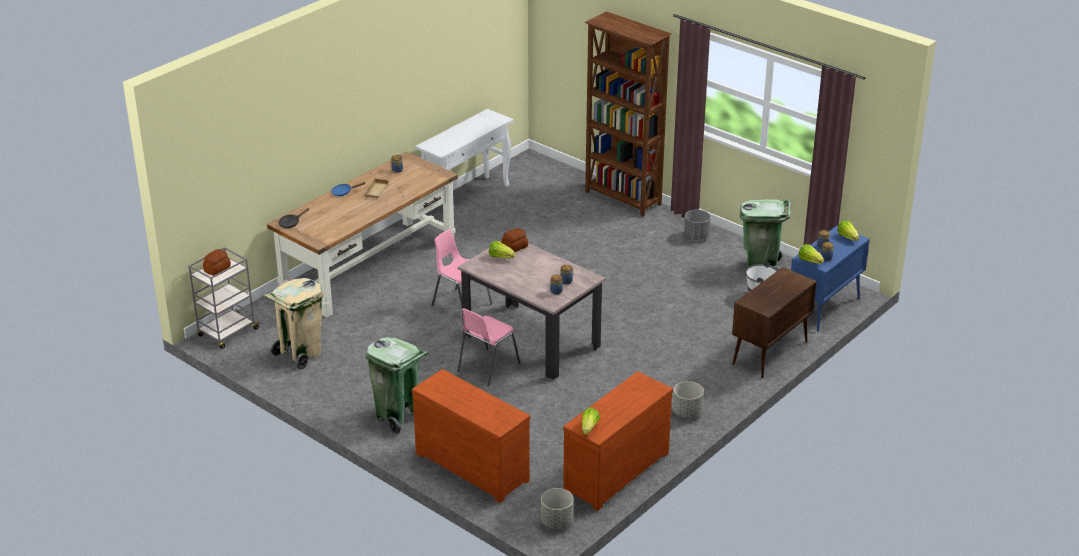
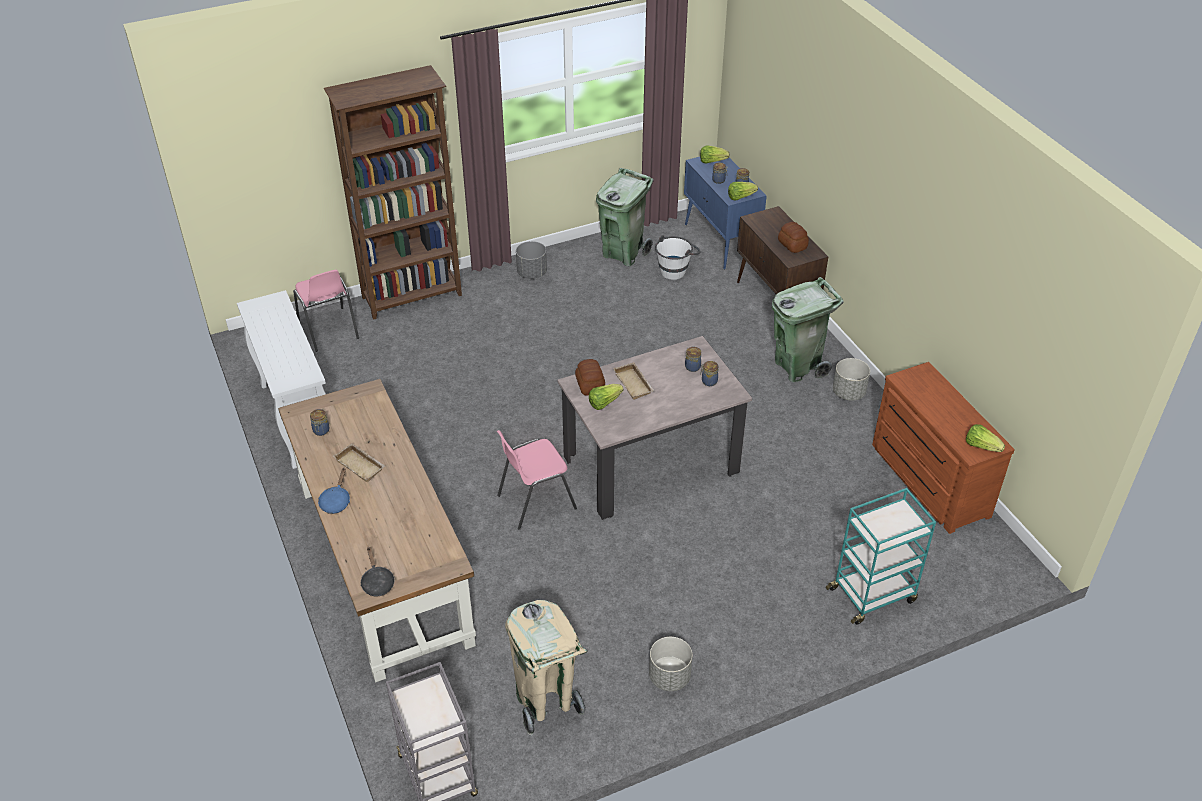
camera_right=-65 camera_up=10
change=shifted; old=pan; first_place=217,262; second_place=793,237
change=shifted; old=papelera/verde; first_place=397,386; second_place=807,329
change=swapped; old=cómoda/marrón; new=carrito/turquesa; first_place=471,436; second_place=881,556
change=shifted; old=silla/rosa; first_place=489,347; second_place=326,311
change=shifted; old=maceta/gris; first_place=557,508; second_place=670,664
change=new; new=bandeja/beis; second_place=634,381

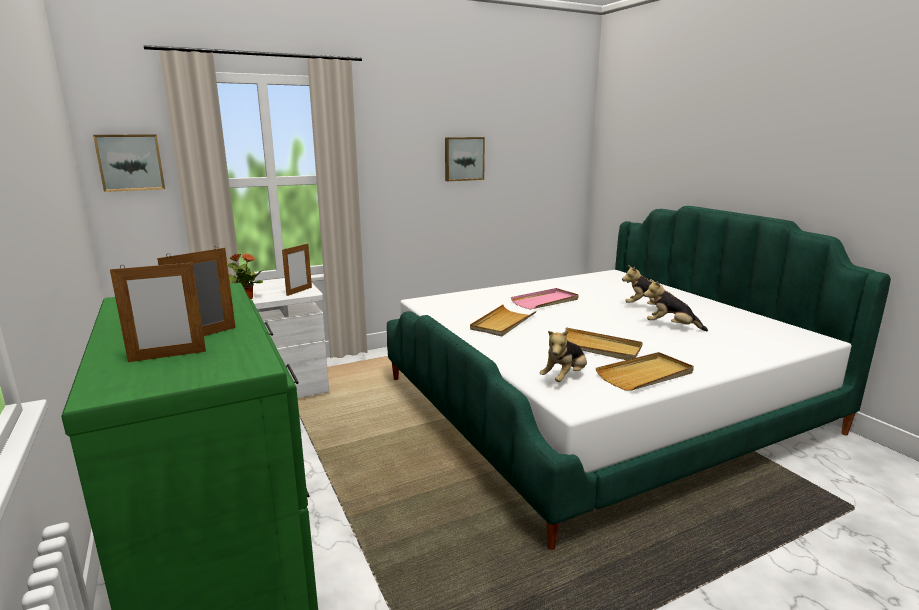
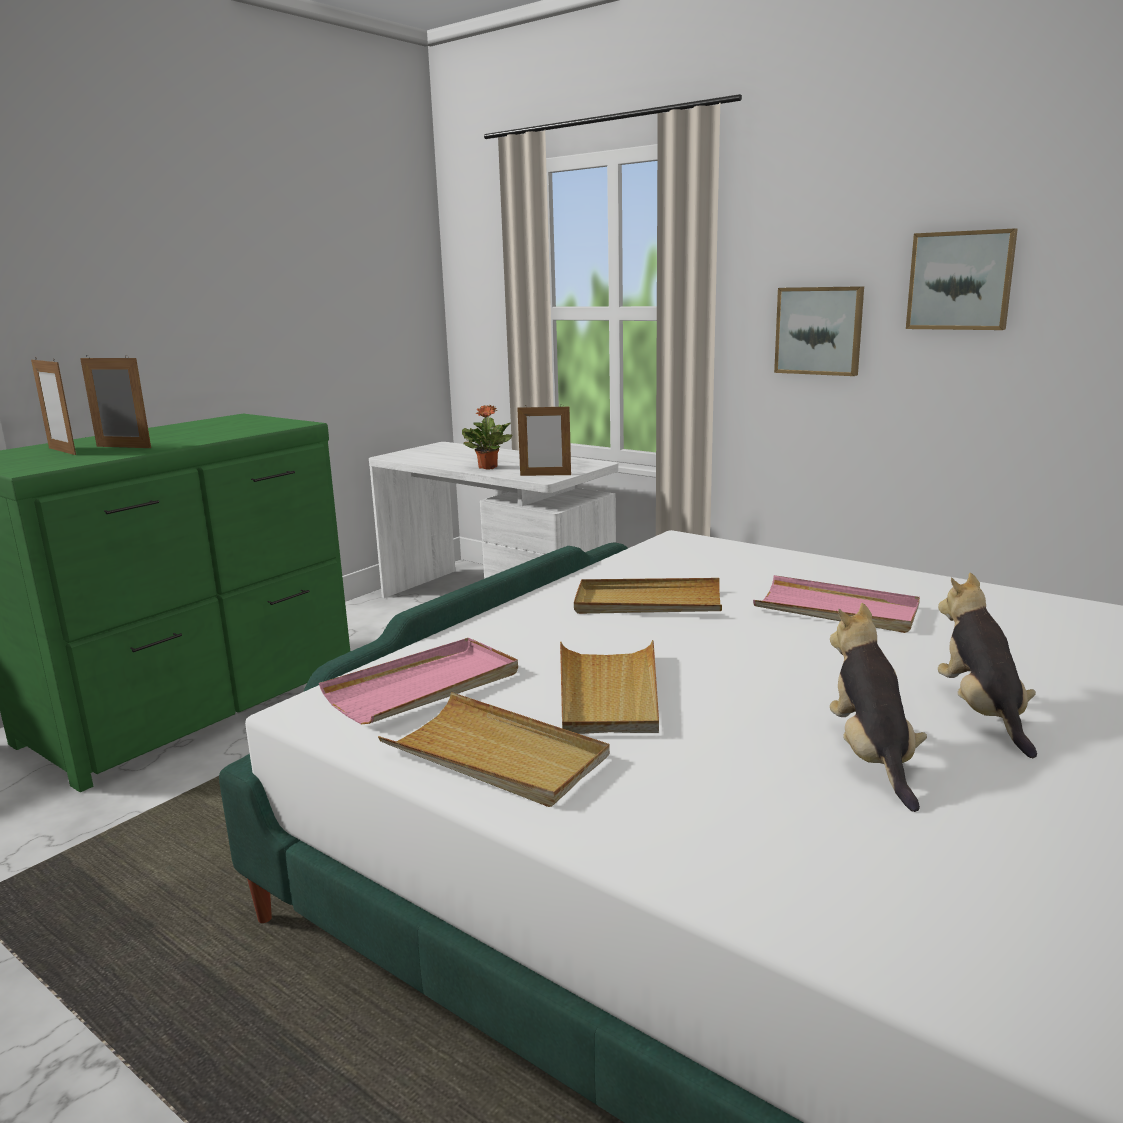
camera_right=65 camera_up=0
change=shifted; old=cuadro; first_place=129,163; second_place=819,331
change=swapped; old=peluche; new=bandeja/rosa; first_place=563,356; second_place=418,681

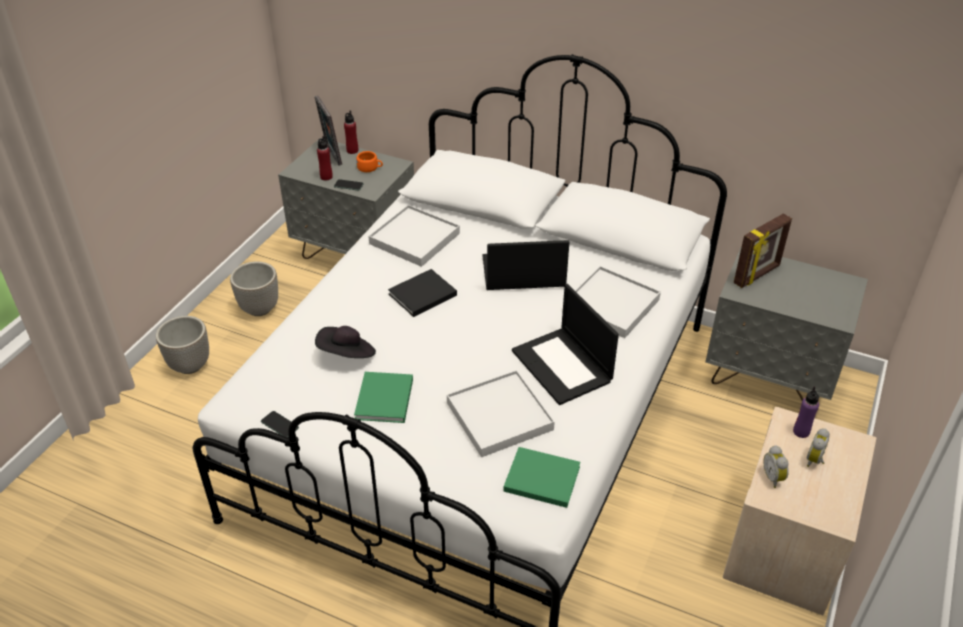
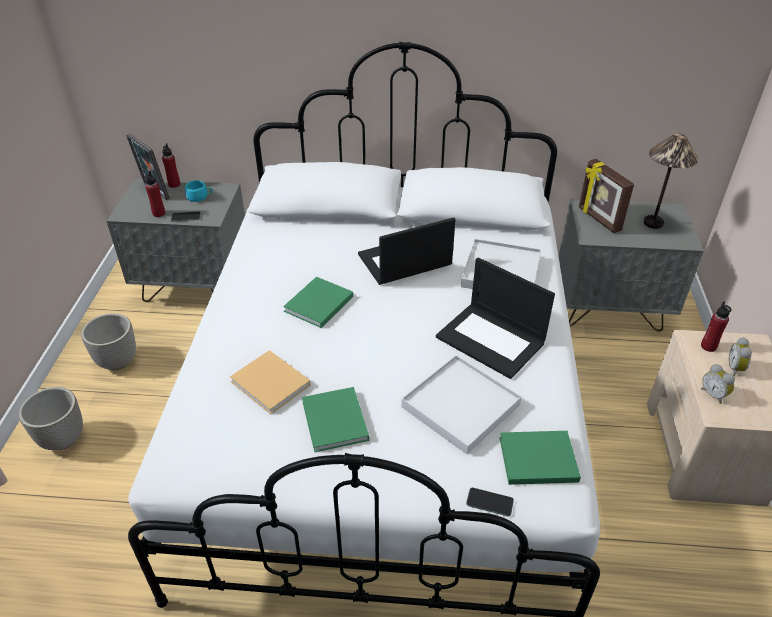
camera_right=-20 camera_up=0
change=shifted; old=móvil; first_place=280,424; second_place=490,502
change=swapped; old=sombrero/negro; new=libro/beis; first_place=345,342; second_place=270,382
change=repainted; old=taza/naranja; new=taza/turquesa; first_place=369,161; second_place=199,191
change=gone; old=bandeja/blanco; first_place=414,236
change=repainted; old=libro/negro; new=libro/verde; first_place=422,293; second_place=318,302
change=rotated; old=portarretratos; first_place=763,250; second_place=606,196; degrees=120
change=repainted; old=botella/morado; new=botella/rojo; first_place=806,412; second_place=716,327
change=new; new=lámpara de mesa; second_place=671,181

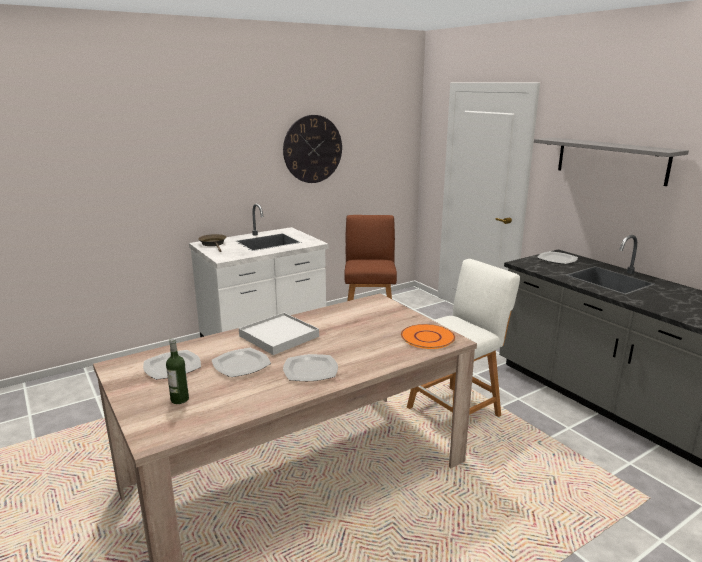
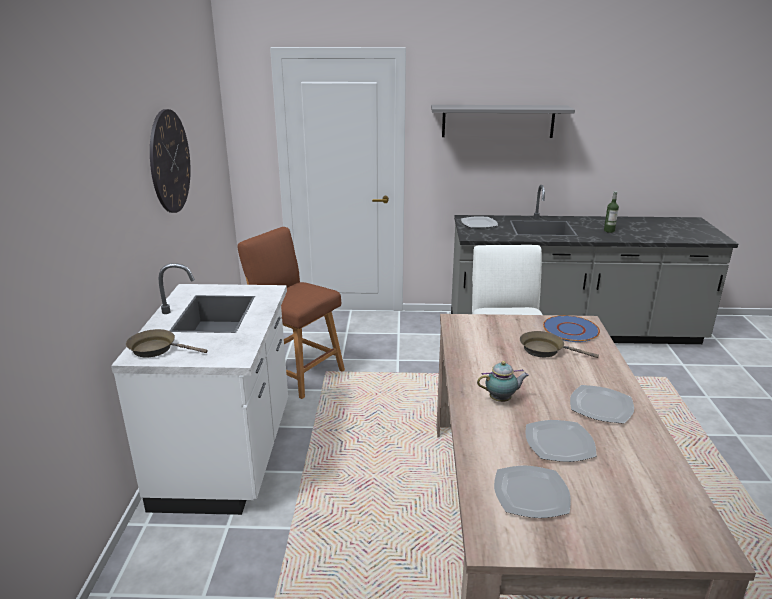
camera_right=-55 camera_up=5
change=shifted; old=botella; first_place=177,371; second_place=611,212
change=swapped; old=bandeja/blanco; new=tetera; first_place=279,334; second_place=503,381
change=repainted; old=plato/naranja; new=plato/azul; first_place=428,336; second_place=571,328
change=new; new=sartén/marrón; second_place=559,344

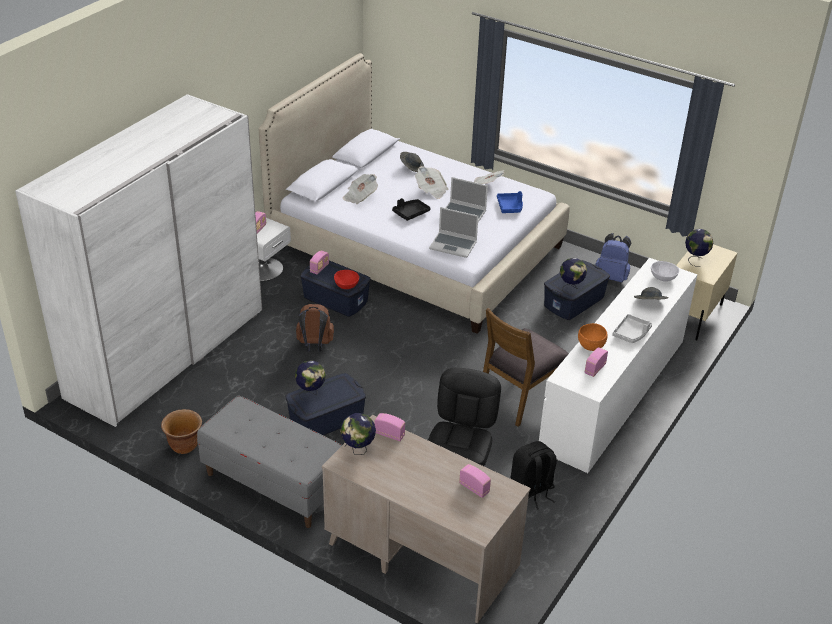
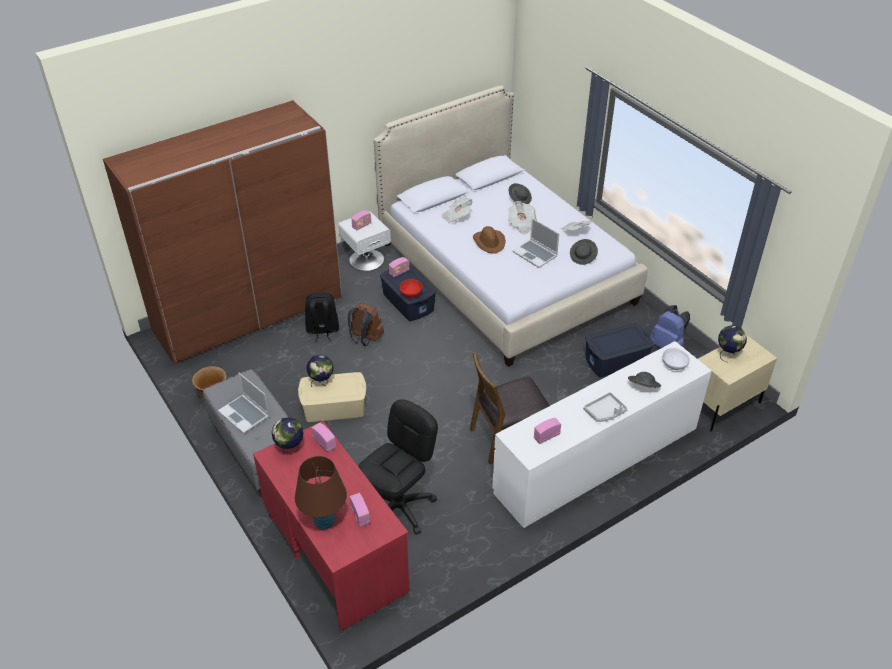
camera_right=25 camera_up=5
change=repainted; old=armario ropero/blanco; new=armario ropero/marrón; first_place=138,260; second_place=222,232
change=repainted; old=caja de almacenaje/azul; new=caja de almacenaje/beis; first_place=326,404; second_place=332,397
change=repainted; old=escritorio/beis; new=escritorio/rojo; first_place=426,519; second_place=331,526
change=swapped; old=bandeja/negro; new=sombrero/marrón; first_place=411,209; second_place=489,240
change=shifted; old=portátil; first_place=454,232; second_place=243,403
change=swapped; old=bandeja/azul; new=sombrero/gris; first_place=510,202; second_place=584,252
change=shifted; old=mochila/negro; first_place=533,475; second_place=322,317
change=gone; old=globo terráqueo; first_place=573,276
change=gone; old=cuenco/naranja; first_place=593,337
change=new; new=lámpara de mesa/marrón; second_place=321,492

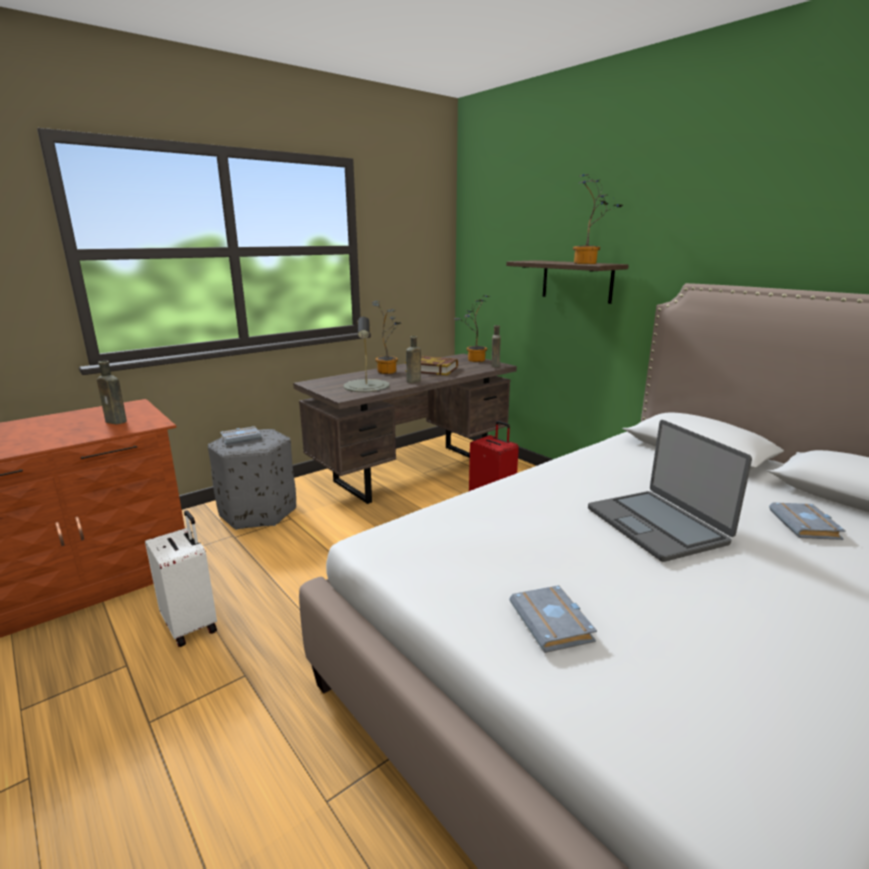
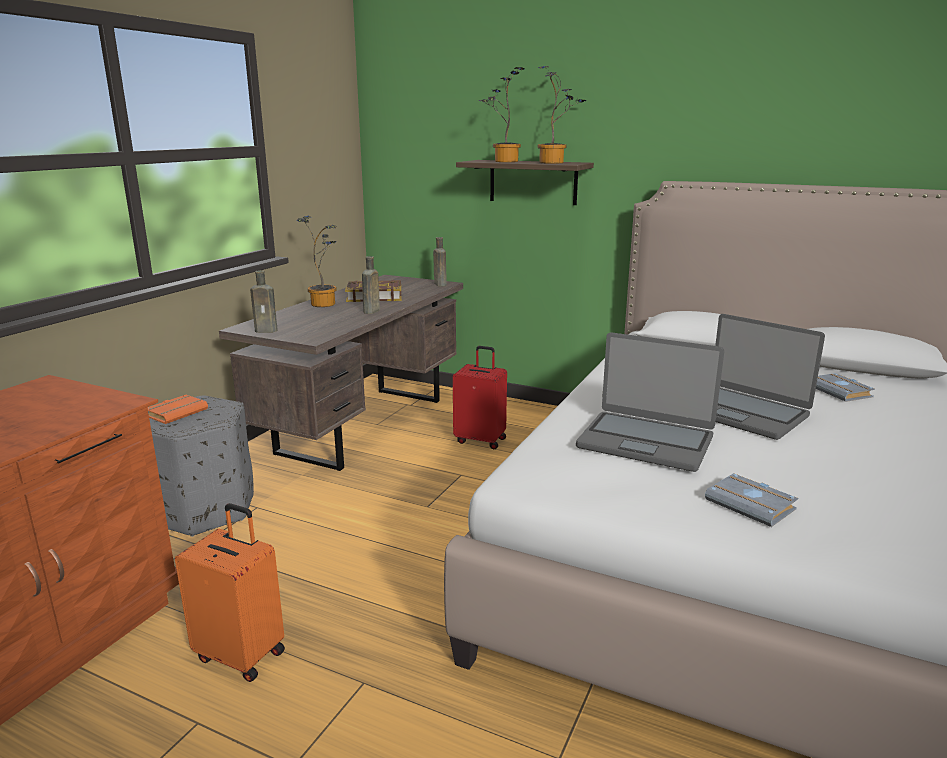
camera_right=-25 camera_up=0
change=shifted; old=botella/marrón; first_place=112,392; second_place=264,301
change=repainted; old=maleta/blanco; new=maleta/naranja; first_place=181,578; second_place=230,592
change=repainted; old=libro/gris; new=libro/naranja; first_place=240,435; second_place=177,409
change=gone; old=lámpara de mesa/gris; first_place=366,354
change=shifted; old=planta en maceta; first_place=472,328; second_place=502,114
change=new; new=portátil; second_place=650,402

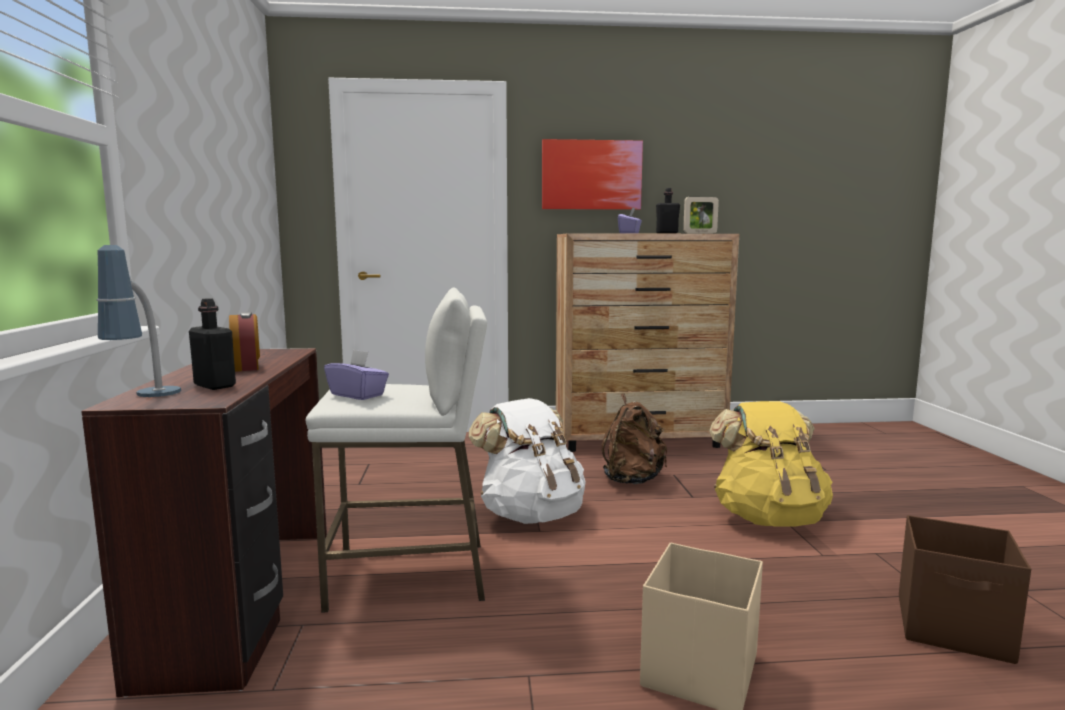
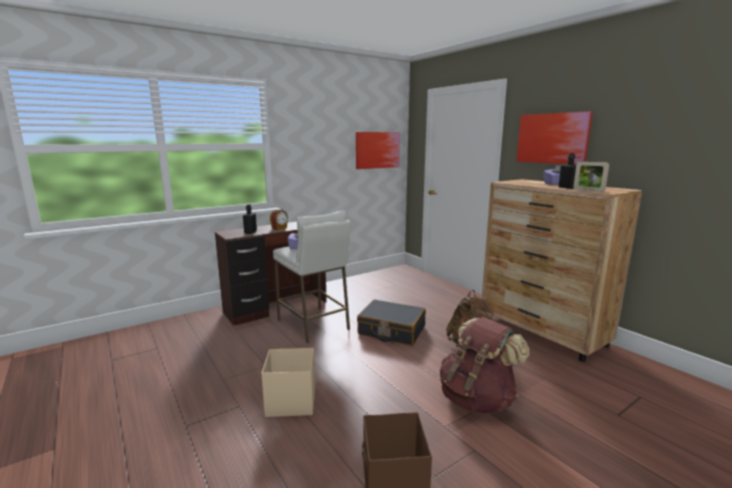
camera_right=60 camera_up=5
change=gone; old=lámpara de mesa; first_place=139,321
change=swapped; old=mochila/blanco; new=maleta/negro; first_place=527,461; second_place=391,322
change=repainted; old=mochila/amarillo; new=mochila/marrón; first_place=771,463; second_place=485,365
change=new; new=cuadro; second_place=378,150

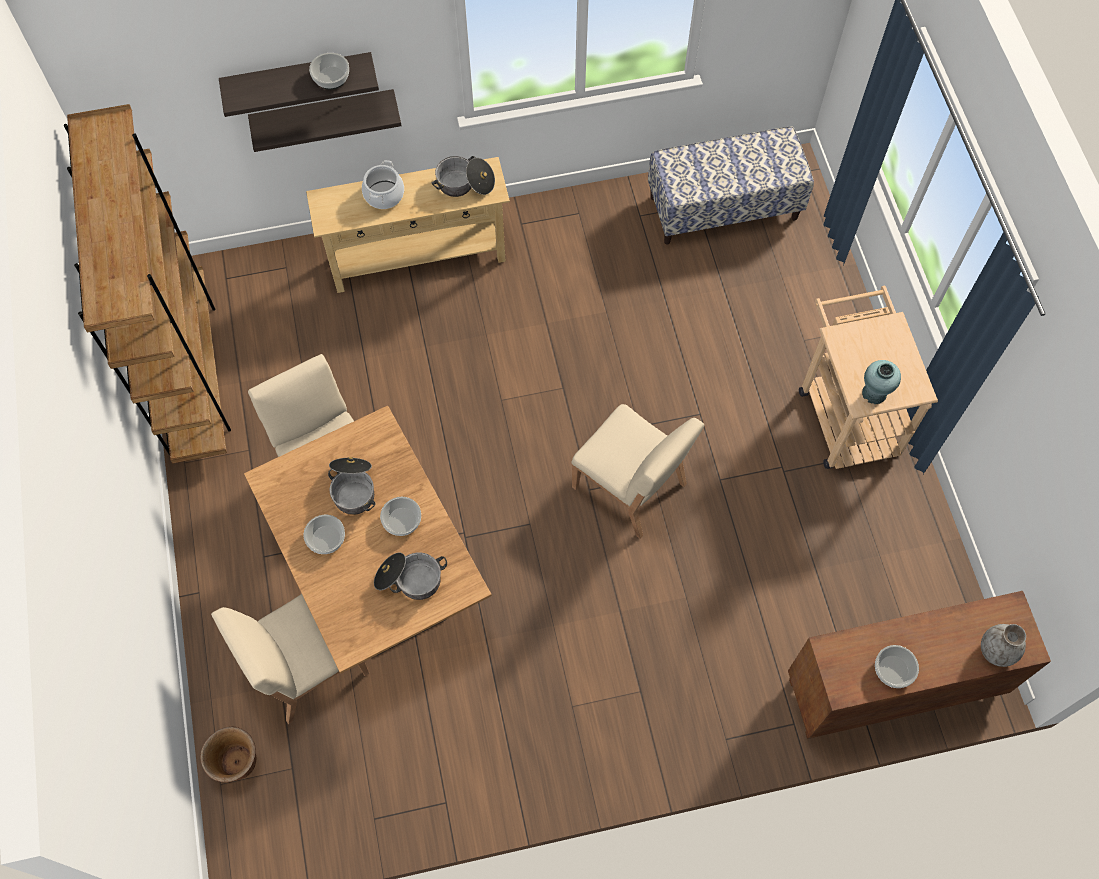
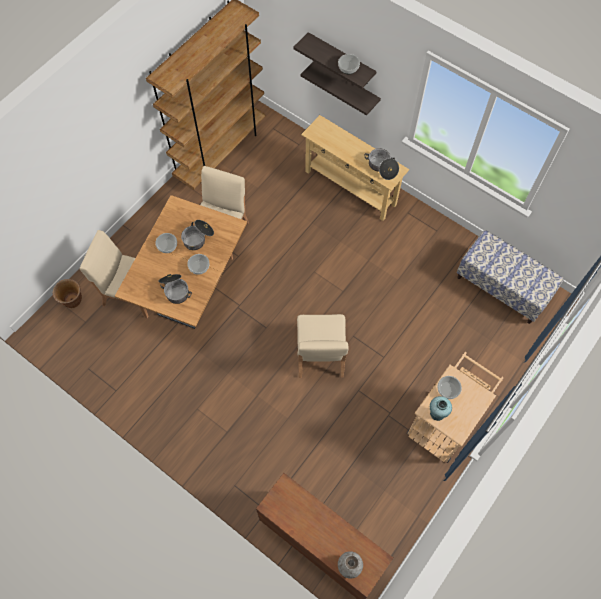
camera_right=50 camera_up=0
change=gone; old=olla; first_place=383,184
change=shifted; old=cuenco; first_place=897,666; second_place=449,387

